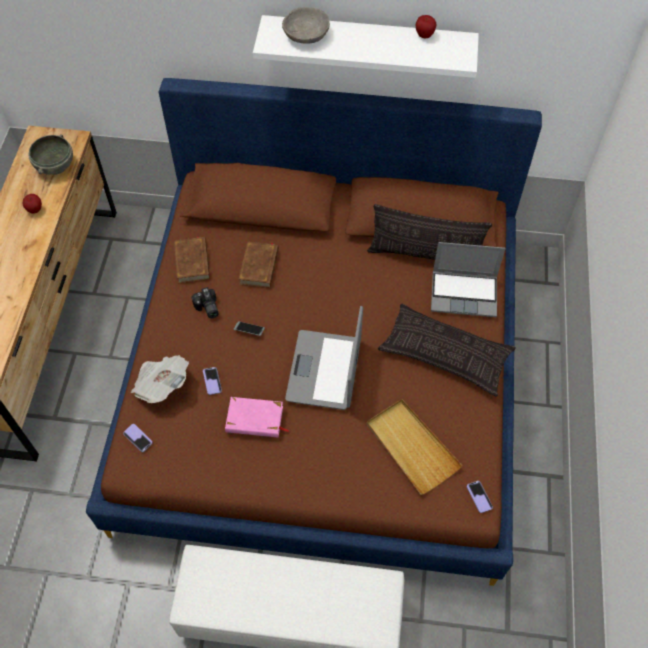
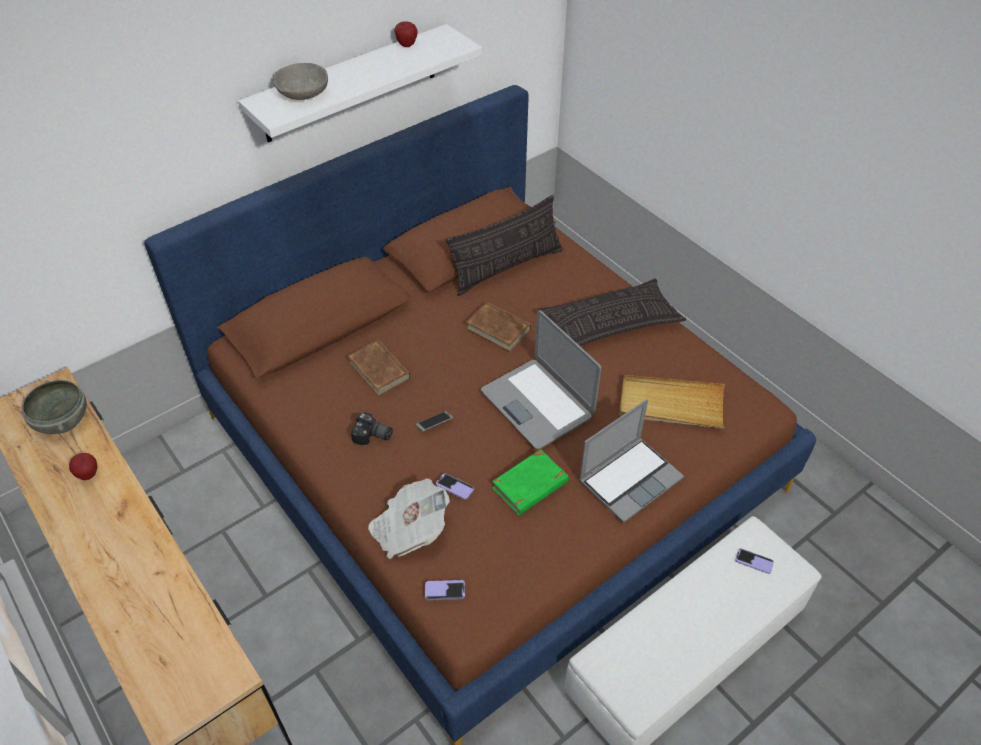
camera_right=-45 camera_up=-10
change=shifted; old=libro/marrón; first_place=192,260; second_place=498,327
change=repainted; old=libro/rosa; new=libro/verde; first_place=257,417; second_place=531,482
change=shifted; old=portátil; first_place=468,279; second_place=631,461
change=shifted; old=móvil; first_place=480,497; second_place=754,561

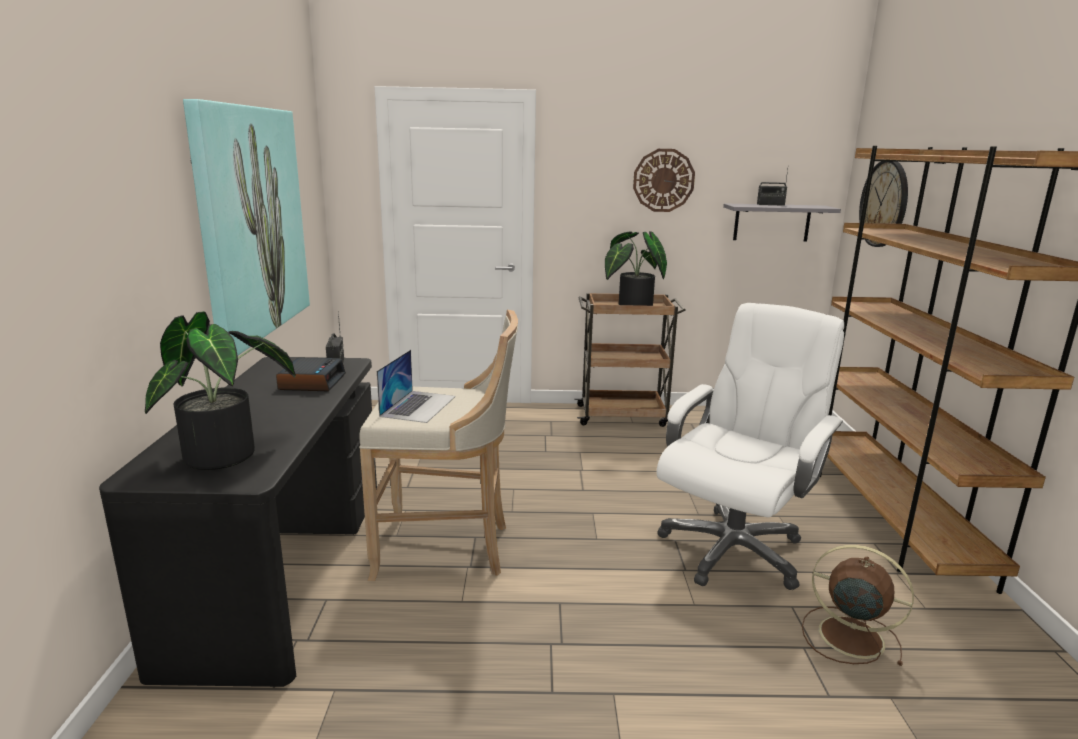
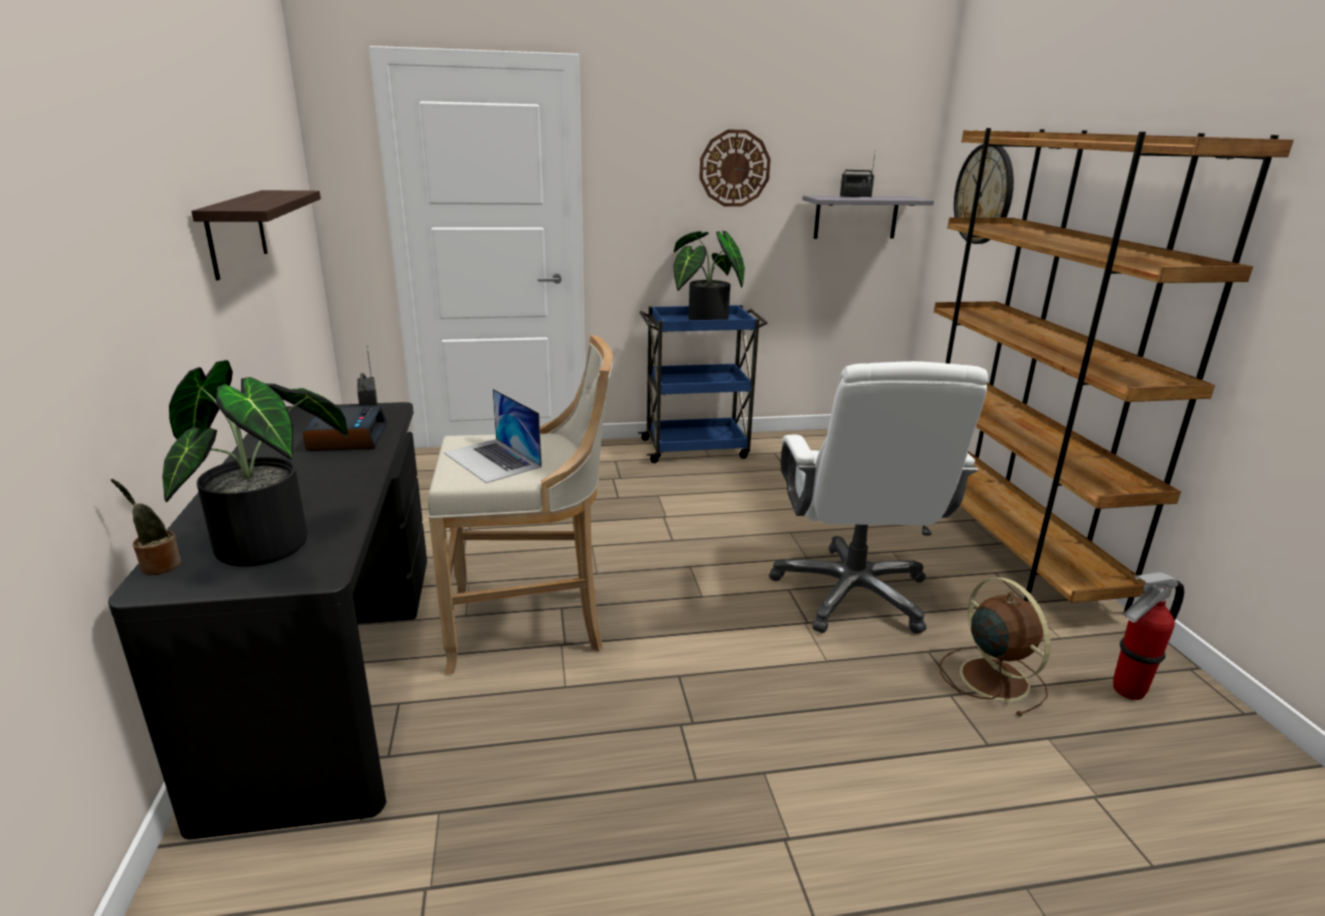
camera_right=-10 camera_up=5
change=swapped; old=cuadro; new=estante; first_place=246,227; second_place=256,235
change=rotated; old=portátil; first_place=416,386; second_place=493,436; degrees=135
change=repainted; old=carrito/marrón; new=carrito/azul; first_place=630,360; second_place=703,384
change=rotated; old=silla de oficina/blanco; first_place=750,446; second_place=878,497; degrees=150
change=rotated; old=ventilador/marrón; first_place=858,605; second_place=995,646; degrees=45
change=new; new=planta en maceta; second_place=146,527
change=new; new=extintor; second_place=1148,636

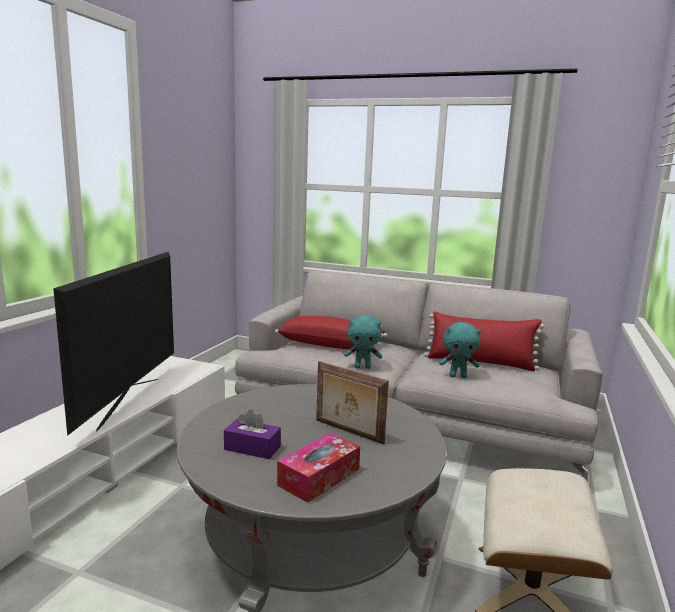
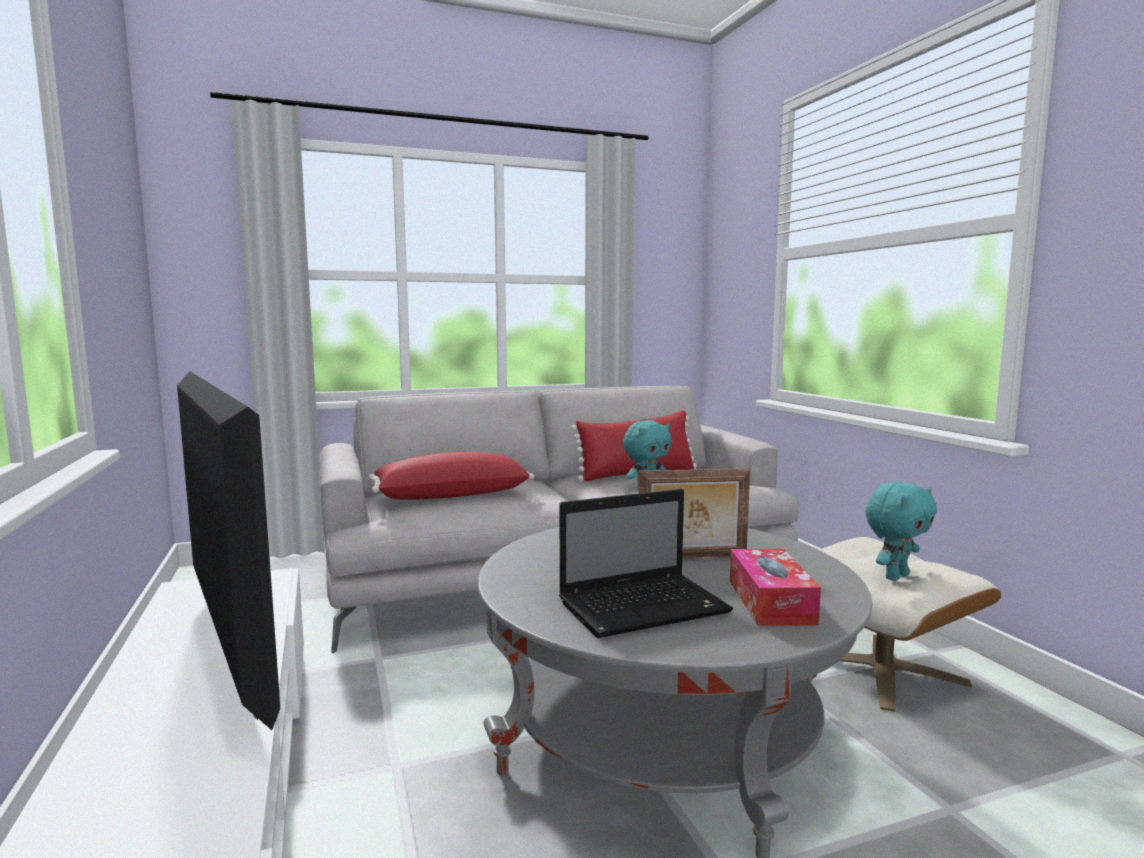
camera_right=-40 camera_up=-5
change=swapped; old=caja de pañuelos/morado; new=portátil; first_place=252,434; second_place=646,563
change=shifted; old=peluche/turquesa; first_place=363,342; second_place=901,531

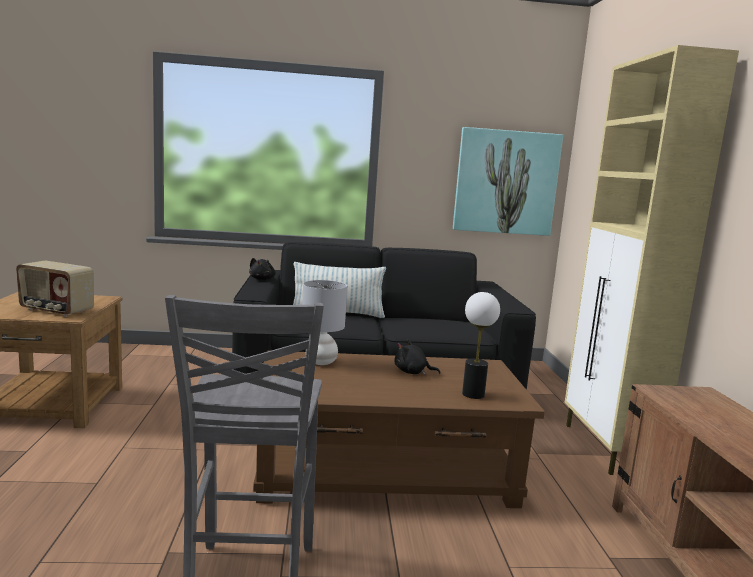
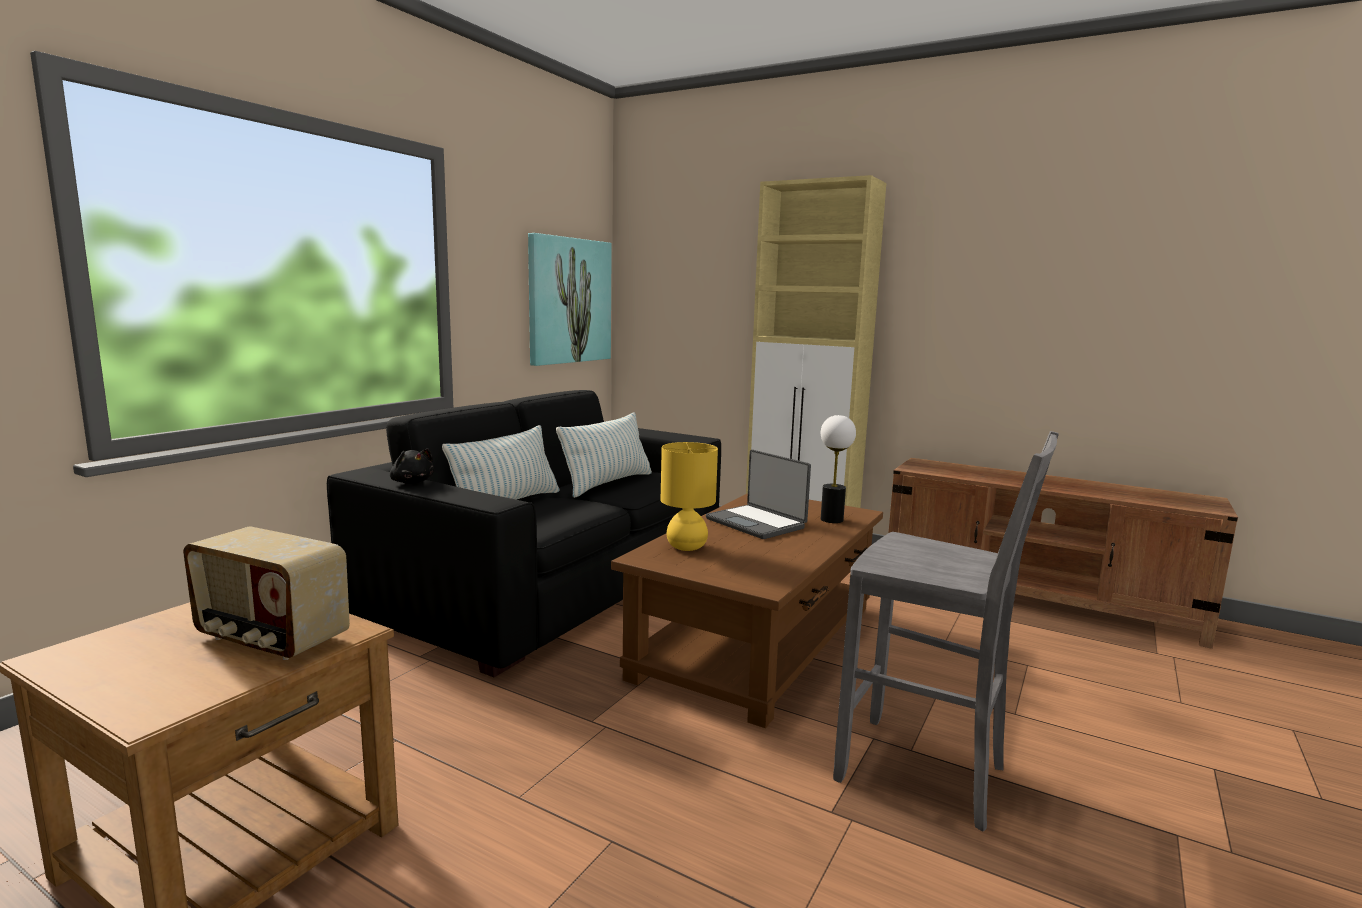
camera_right=-55 camera_up=0
change=rotated; old=radio; first_place=55,288; second_place=266,593; degrees=60
change=repainted; old=lámpara de mesa/gris; new=lámpara de mesa/amarillo; first_place=324,322; second_place=689,496
change=swapped; old=peluche/negro; new=portátil; first_place=417,357; second_place=758,494
change=new; new=cojín; second_place=604,455

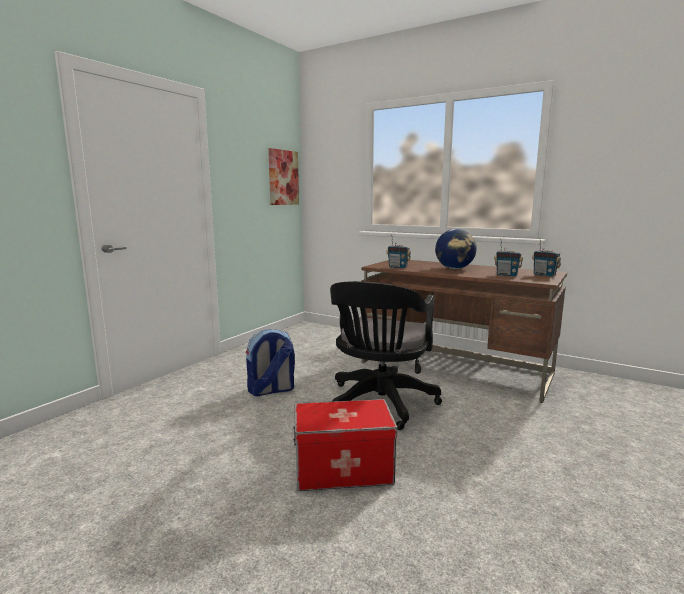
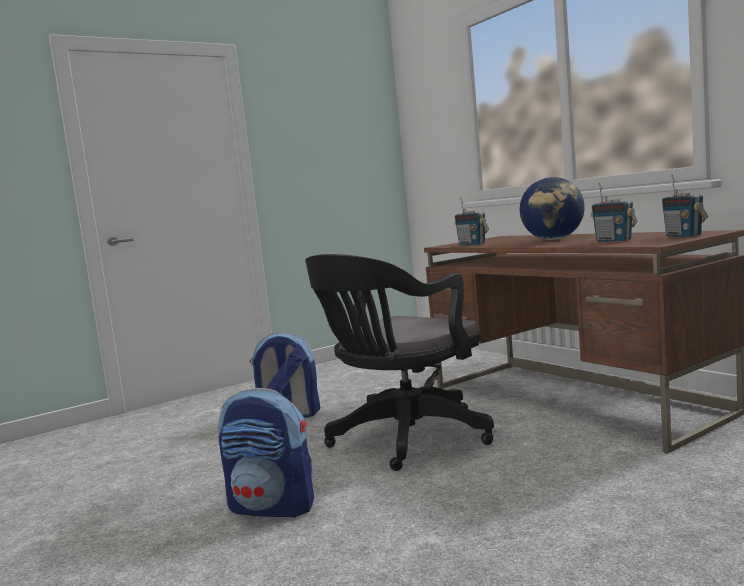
camera_right=25 camera_up=-5
change=gone; old=cuadro; first_place=283,176
change=swapped; old=caja de almacenaje; new=mochila; first_place=345,445; second_place=266,453

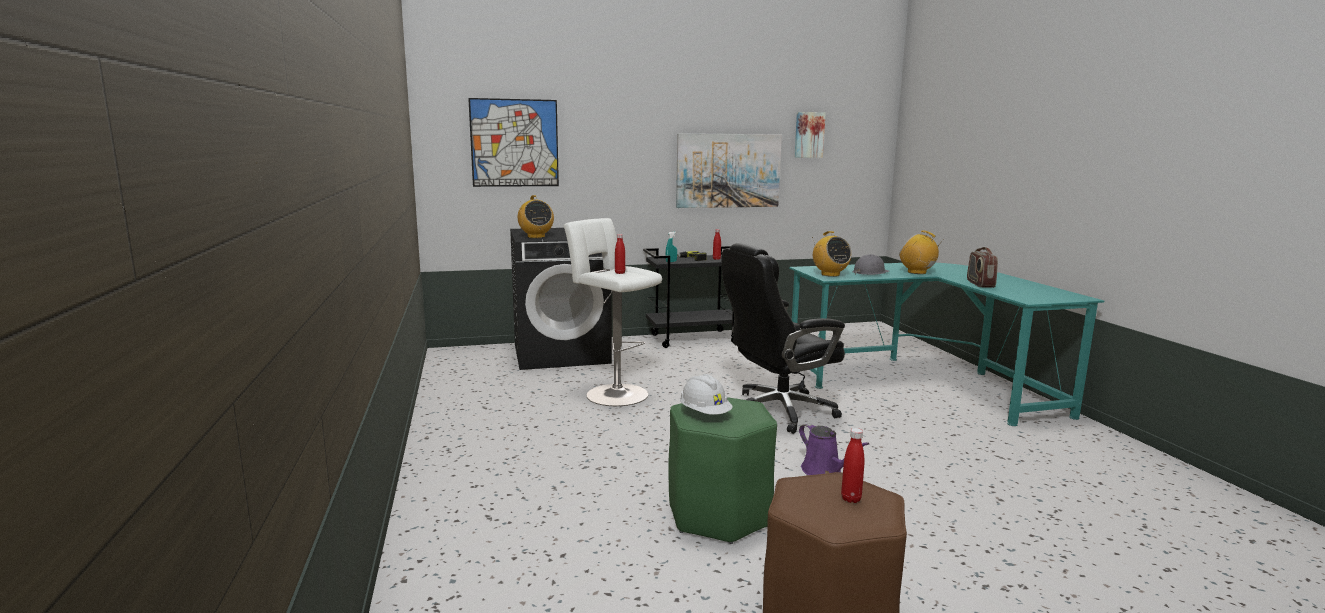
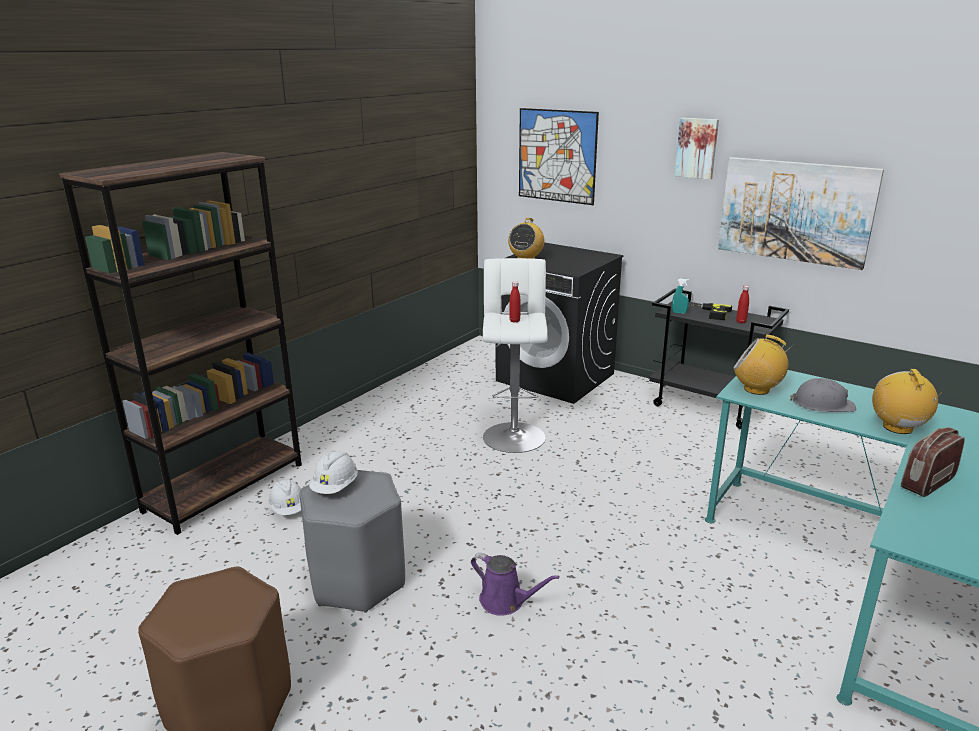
camera_right=50 camera_up=10
change=repainted; old=taburete/verde; new=taburete/gris; first_place=722,470; second_place=352,541
change=gone; old=silla de oficina/negro; first_place=783,338
change=shifted; old=cuadro; first_place=810,135; second_place=697,149
change=rotated; old=regadera/morado; first_place=834,449; second_place=515,584; degrees=-75
change=rotated; old=radio; first_place=832,254; second_place=763,365; degrees=90
change=gone; old=botella/rojo; first_place=852,465
change=new; new=estantería/marrón; second_place=180,343
change=new; new=casco/blanco; second_place=284,497

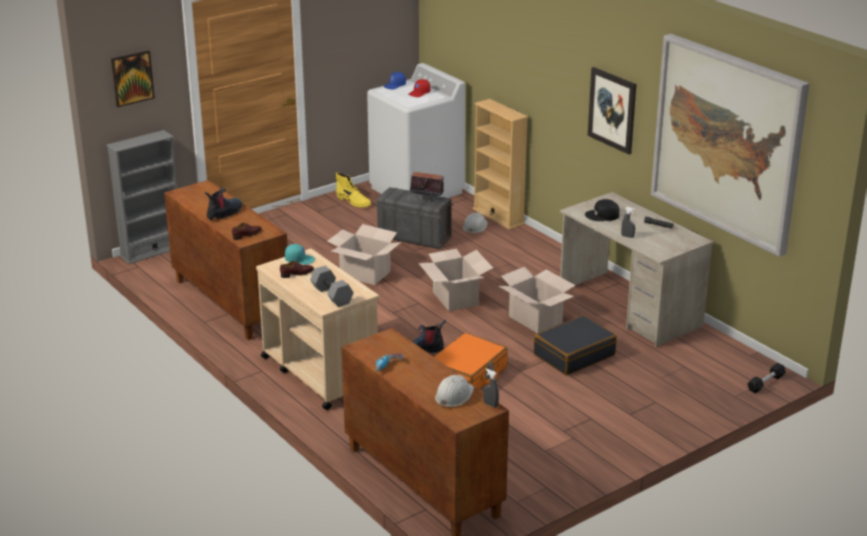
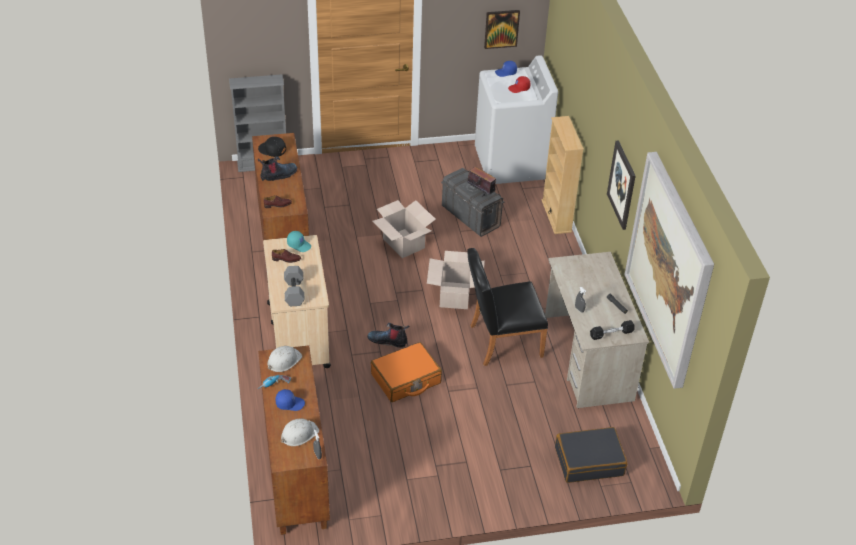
camera_right=25 camera_up=15
change=shifted; old=cuadro; first_place=133,78; second_place=502,29
change=gone; old=bota/amarillo; first_place=353,190
change=shifted; old=casco/blanco; first_place=475,223; second_place=284,359
change=swapped; old=caja de cartón; new=silla/negro; first_place=537,300; second_place=507,307
change=shifted; old=maleta/negro; first_place=575,345; second_place=591,455
change=shifted; old=gorra/negro; first_place=602,210; second_place=272,147
change=shifted; old=mancuerna/negro; first_place=766,378; second_place=612,330
change=new; new=gorra/azul; second_place=290,400

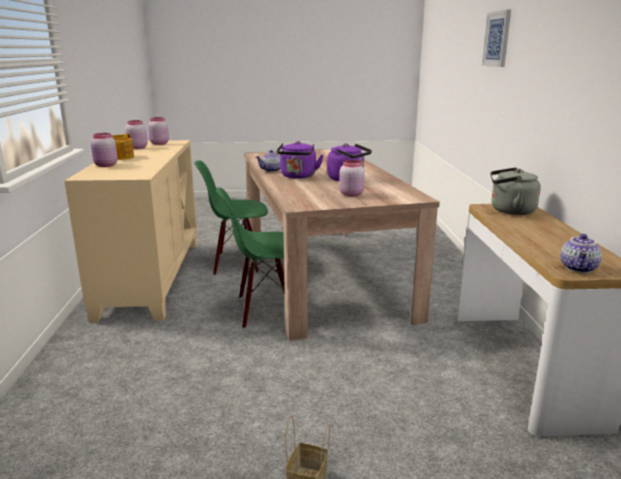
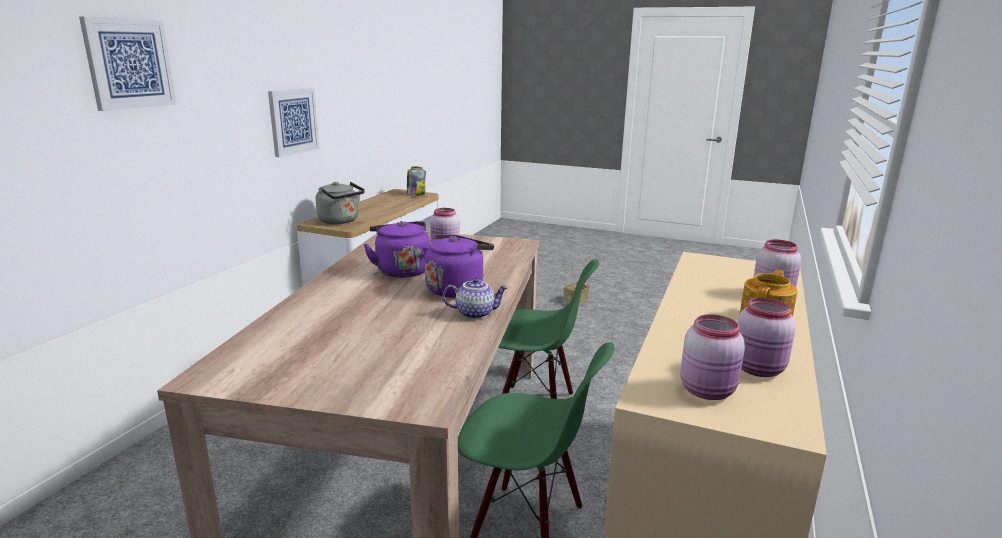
camera_right=-155 camera_up=0
change=swapped; old=tetera; new=tarro; first_place=581,253; second_place=416,181
change=new; new=cuadro; second_place=293,122

